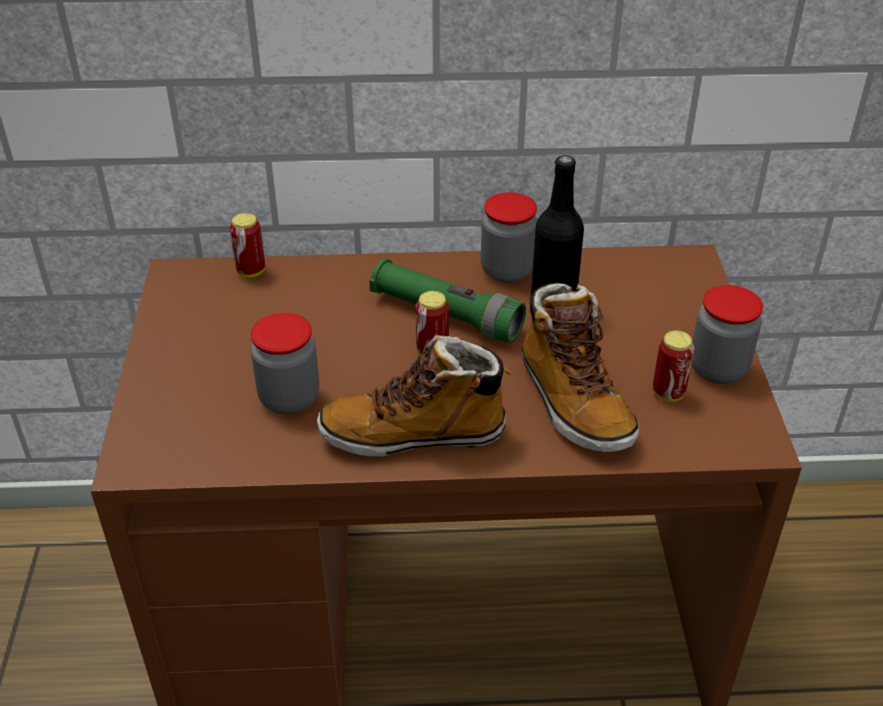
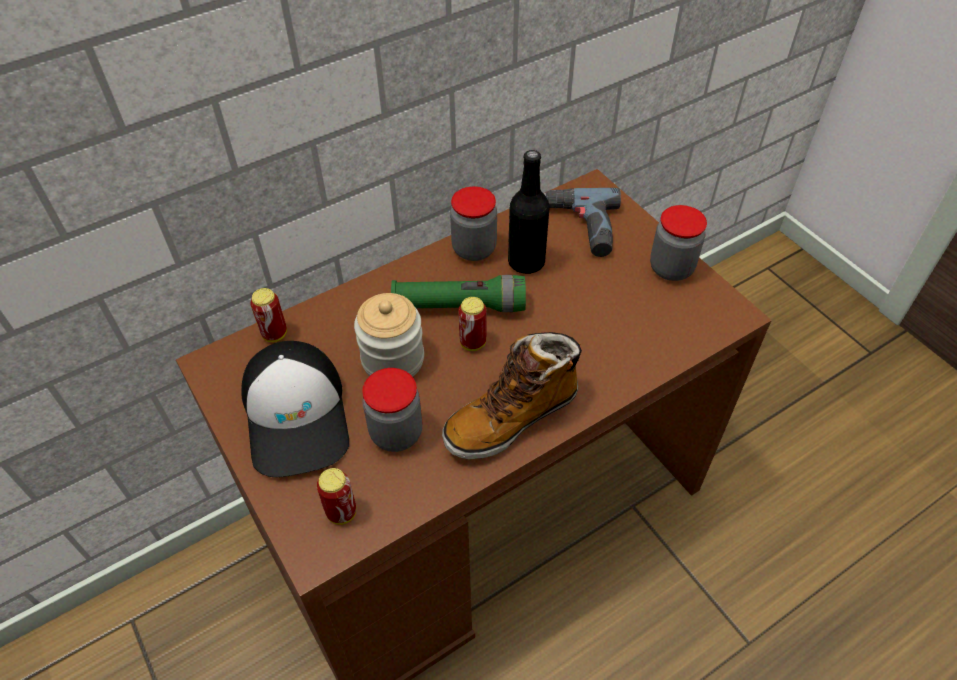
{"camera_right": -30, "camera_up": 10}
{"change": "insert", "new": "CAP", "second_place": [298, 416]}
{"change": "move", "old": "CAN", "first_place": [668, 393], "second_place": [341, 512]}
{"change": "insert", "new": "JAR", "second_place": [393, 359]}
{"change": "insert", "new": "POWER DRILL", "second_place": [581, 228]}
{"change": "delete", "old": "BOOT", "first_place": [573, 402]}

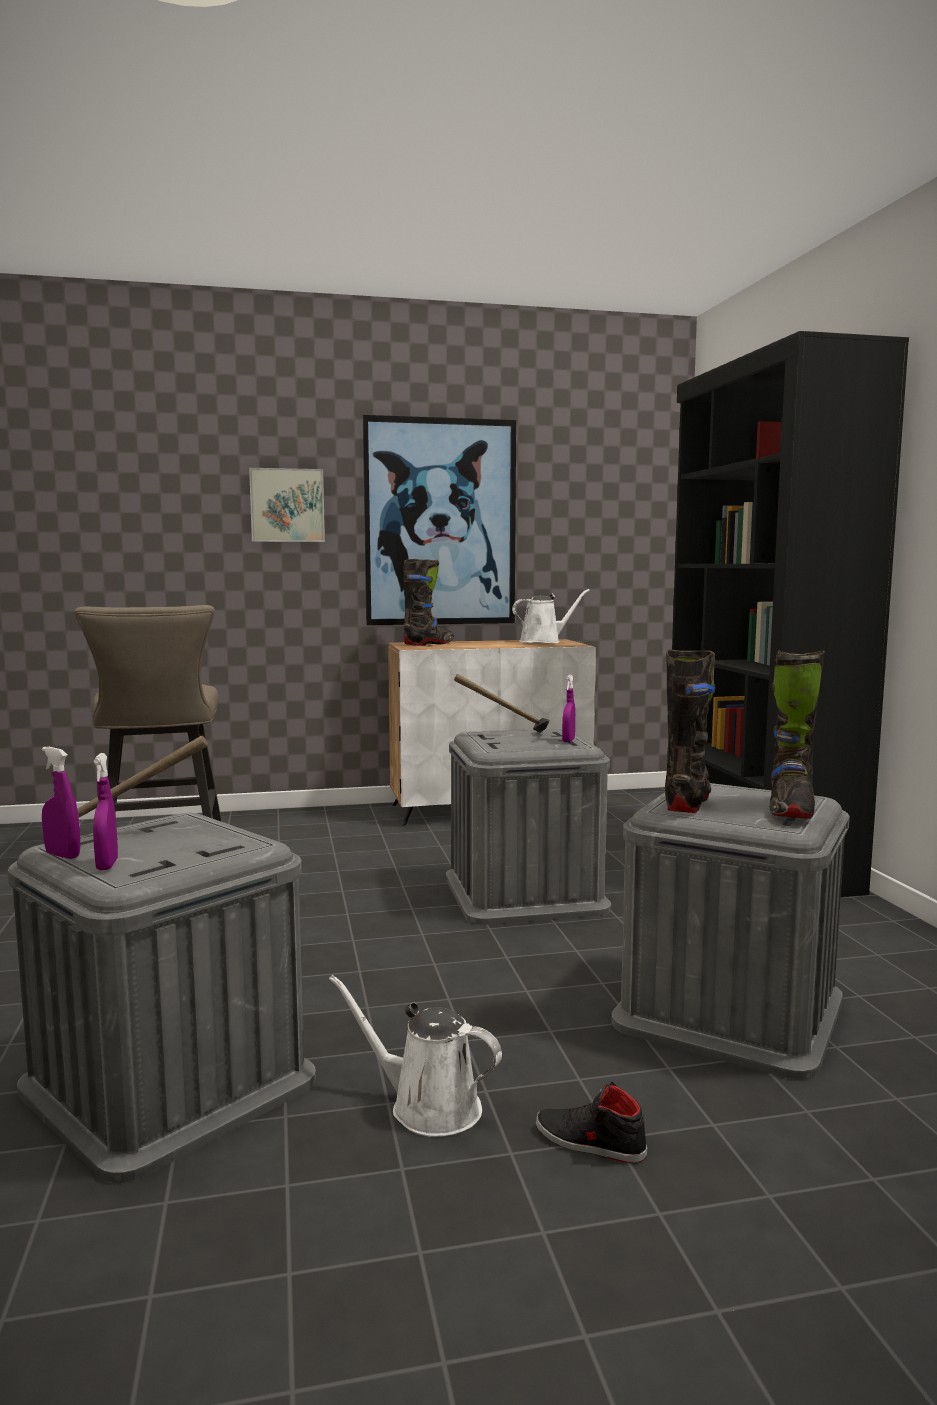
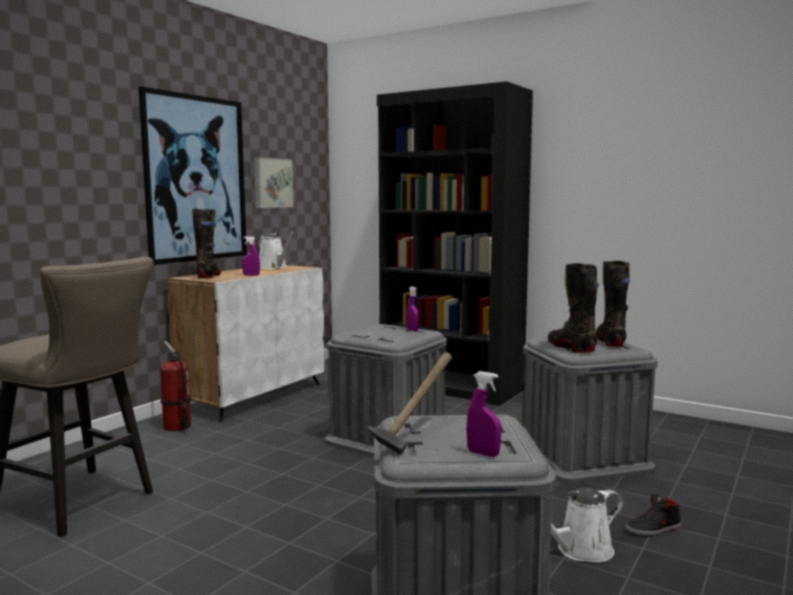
{"camera_right": -45, "camera_up": 0}
{"change": "insert", "new": "FIRE EXTINGUISHER", "second_place": [177, 427]}
{"change": "move", "old": "PURPLE SPRAY BOTTLE", "first_place": [62, 855], "second_place": [251, 275]}
{"change": "move", "old": "PICTURE", "first_place": [287, 505], "second_place": [272, 183]}
{"change": "rotate", "old": "WHITE WATERING CAN", "first_place": [543, 641], "second_place": [274, 267], "degrees": 120}
{"change": "rotate", "old": "BLACK BOOT", "first_place": [790, 809], "second_place": [610, 342], "degrees": -150}
{"change": "delete", "old": "HAMMER", "first_place": [506, 735]}

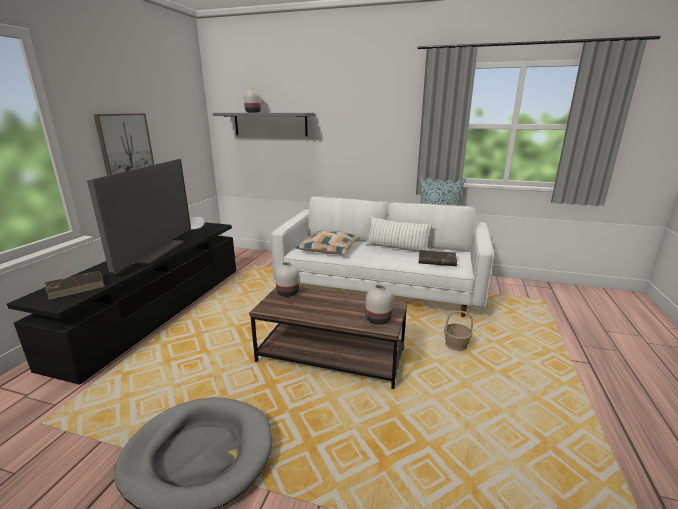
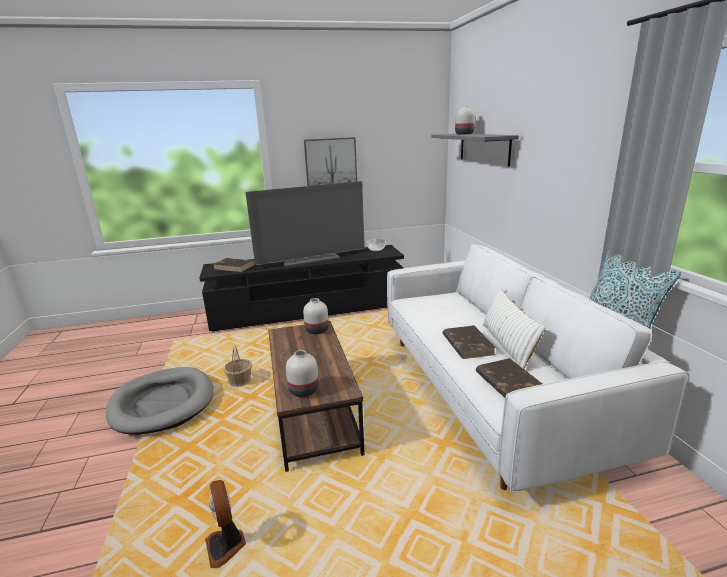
{"camera_right": 60, "camera_up": 0}
{"change": "insert", "new": "FAN", "second_place": [226, 546]}
{"change": "move", "old": "BASKET", "first_place": [455, 345], "second_place": [240, 381]}
{"change": "insert", "new": "BROWN BOOK", "second_place": [467, 344]}
{"change": "delete", "old": "PILLOW", "first_place": [329, 249]}

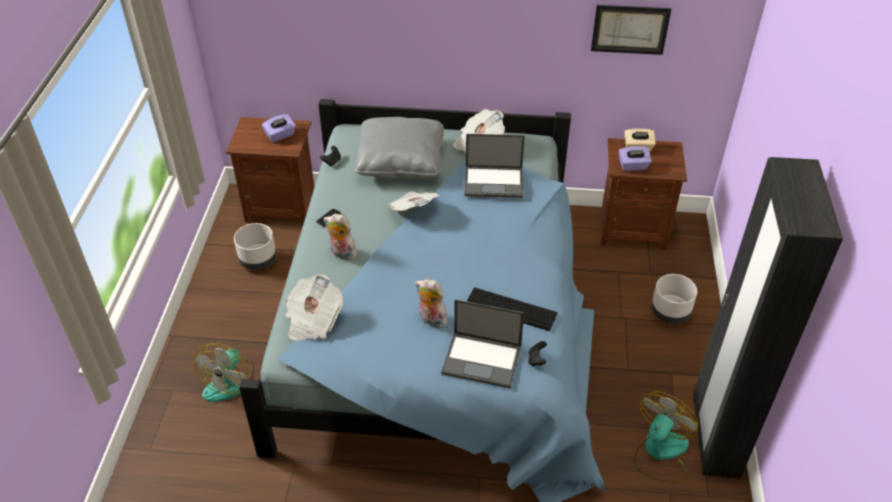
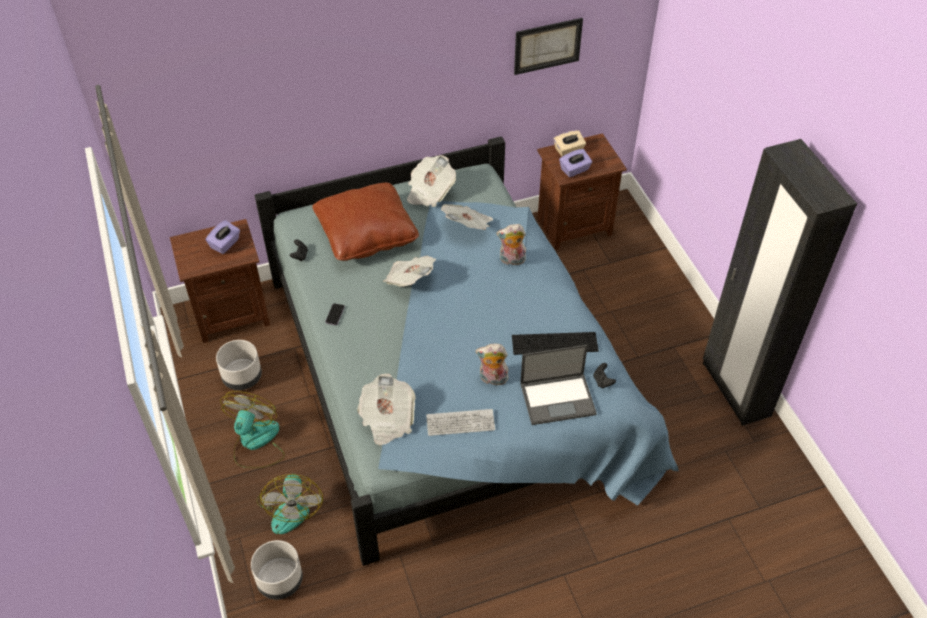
{"camera_right": -25, "camera_up": 5}
{"change": "move", "old": "FAN", "first_place": [660, 453], "second_place": [256, 443]}
{"change": "move", "old": "GREY PLANTER", "first_place": [670, 313], "second_place": [280, 581]}
{"change": "recolor", "old": "GREY PILLOW", "new": "BROWN PILLOW", "first_place": [400, 161], "second_place": [366, 234]}
{"change": "insert", "new": "KEYBOARD", "second_place": [460, 423]}
{"change": "replace", "old": "LAPTOP", "new": "NEWSPAPER", "first_place": [494, 182], "second_place": [468, 226]}
{"change": "move", "old": "PLUSH TOY", "first_place": [341, 254], "second_place": [511, 260]}

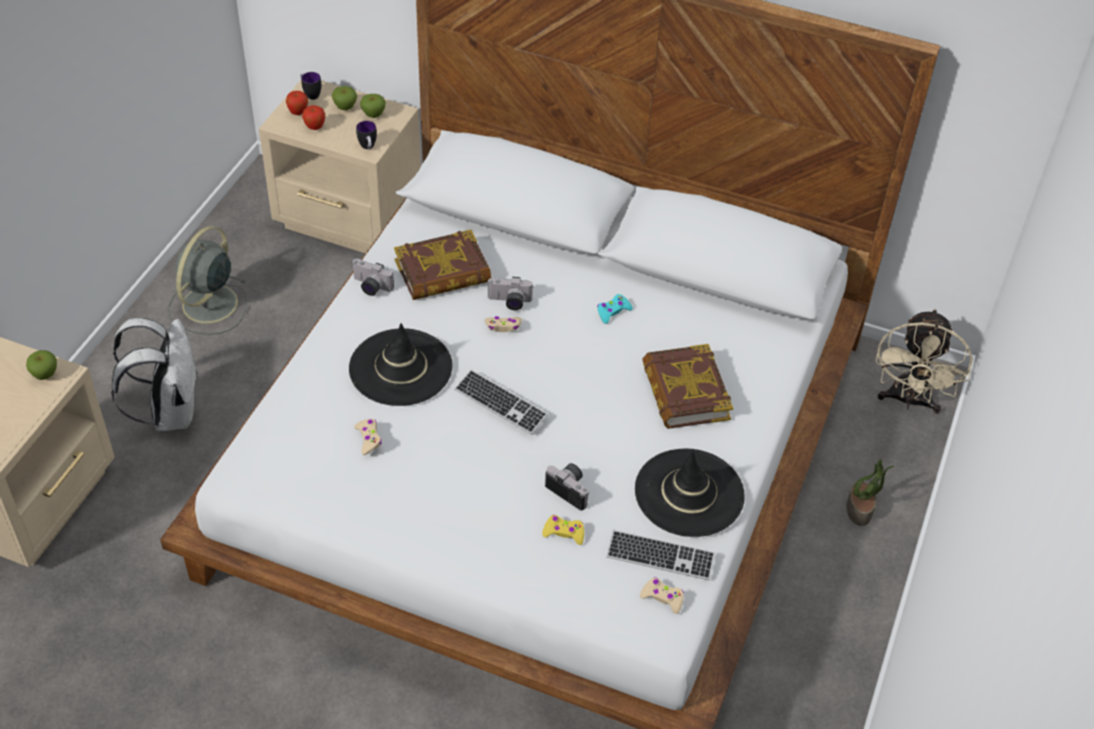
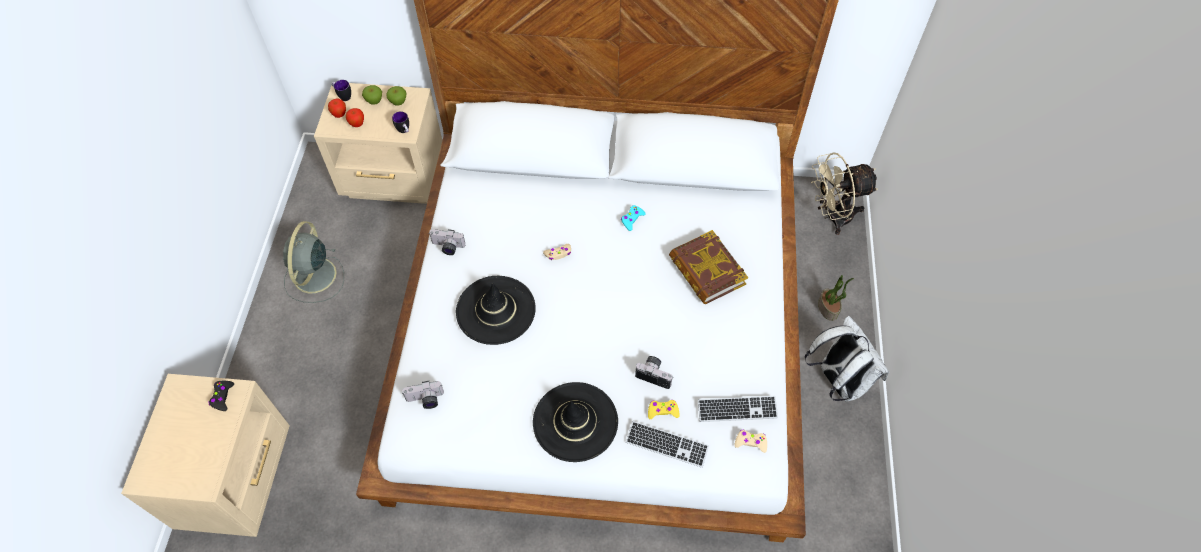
{"camera_right": -15, "camera_up": 10}
{"change": "replace", "old": "APPLE", "new": "BLACK GAME CONTROLLER", "first_place": [45, 374], "second_place": [222, 397]}
{"change": "move", "old": "PHOTO CAMERA", "first_place": [509, 302], "second_place": [425, 400]}
{"change": "move", "old": "BLACK HAT", "first_place": [689, 493], "second_place": [575, 422]}
{"change": "move", "old": "KEYBOARD", "first_place": [500, 404], "second_place": [667, 445]}
{"change": "move", "old": "WHITE BACKPACK", "first_place": [170, 412], "second_place": [837, 381]}
{"change": "rotate", "old": "BEIGE FAN", "first_place": [909, 401], "second_place": [832, 216], "degrees": 75}
{"change": "delete", "old": "BEIGE GAME CONTROLLER", "first_place": [368, 439]}
{"change": "delete", "old": "BOOK", "first_place": [443, 272]}

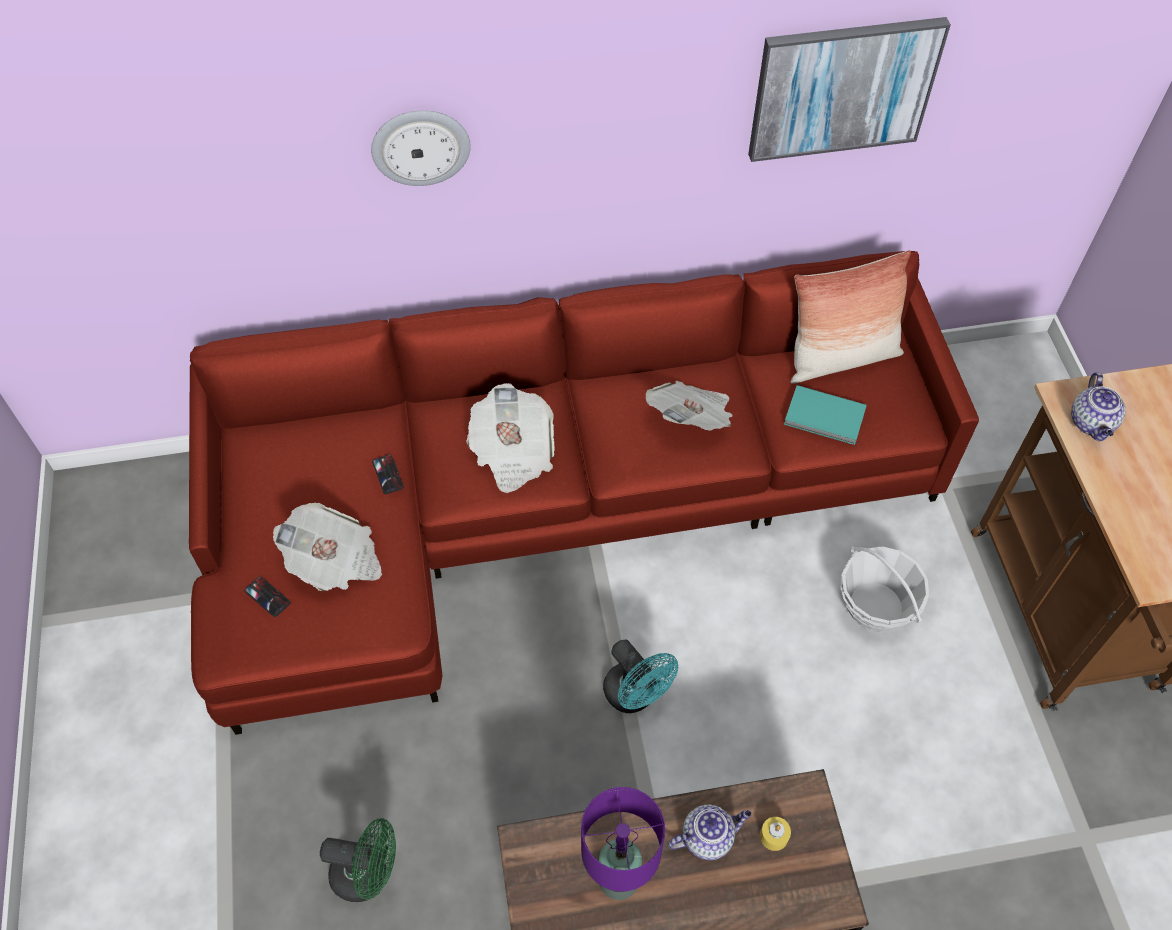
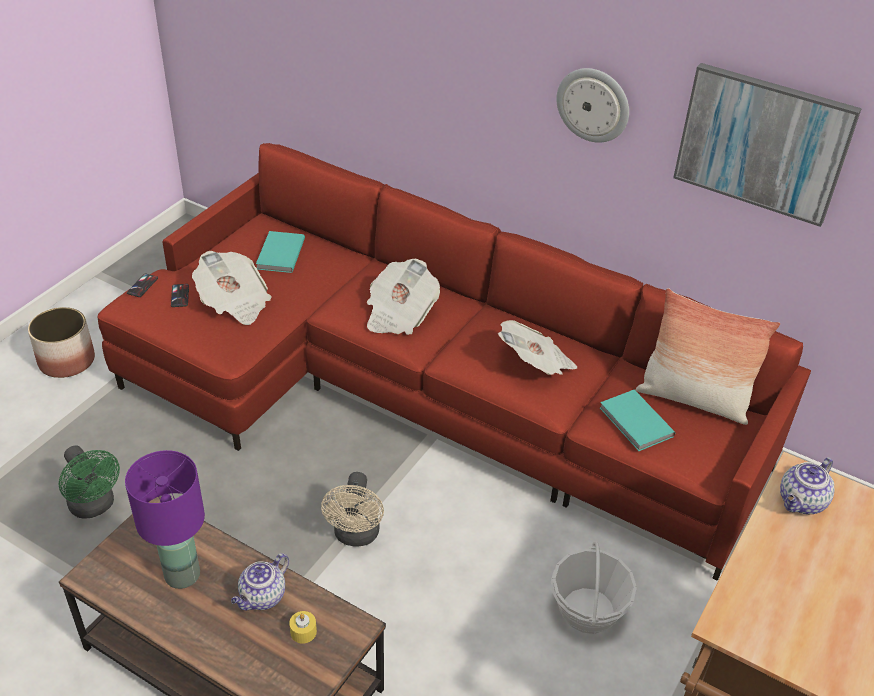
{"camera_right": 40, "camera_up": -15}
{"change": "insert", "new": "PLANTER", "second_place": [66, 361]}
{"change": "move", "old": "PHONE", "first_place": [388, 474], "second_place": [142, 286]}
{"change": "rotate", "old": "TEAPOT", "first_place": [708, 837], "second_place": [262, 597], "degrees": 105}
{"change": "insert", "new": "TURQUOISE BOOK", "second_place": [279, 254]}
{"change": "recolor", "old": "TURQUOISE FAN", "new": "BEIGE FAN", "first_place": [635, 696], "second_place": [356, 536]}
{"change": "move", "old": "WALL CLOCK", "first_place": [420, 146], "second_place": [593, 104]}

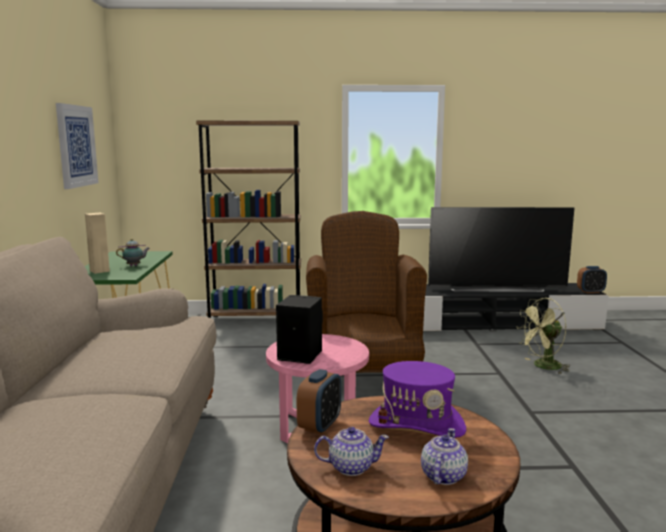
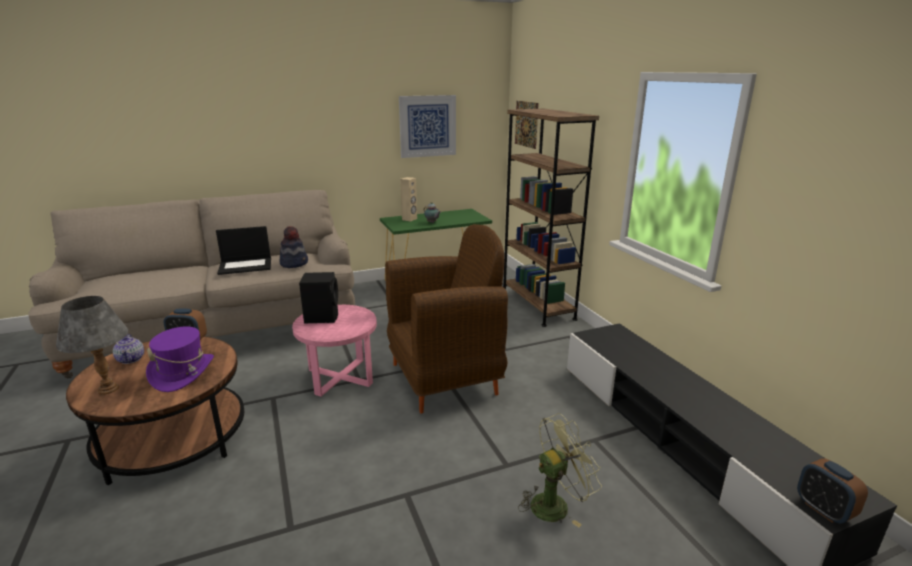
{"camera_right": 70, "camera_up": 10}
{"change": "replace", "old": "TEAPOT", "new": "GREY TABLE LAMP", "first_place": [442, 476], "second_place": [108, 389]}
{"change": "insert", "new": "LAPTOP", "second_place": [246, 266]}
{"change": "insert", "new": "HAT", "second_place": [294, 263]}
{"change": "insert", "new": "PICTURE", "second_place": [526, 124]}
{"change": "rotate", "old": "GREEN FAN", "first_place": [543, 366], "second_place": [555, 503], "degrees": 105}
{"change": "delete", "old": "TELEVISION", "first_place": [495, 288]}

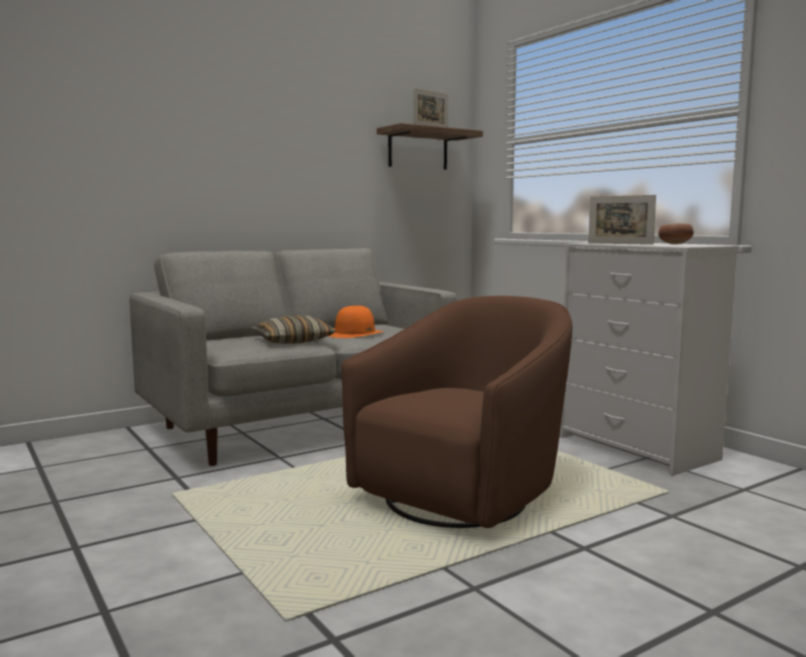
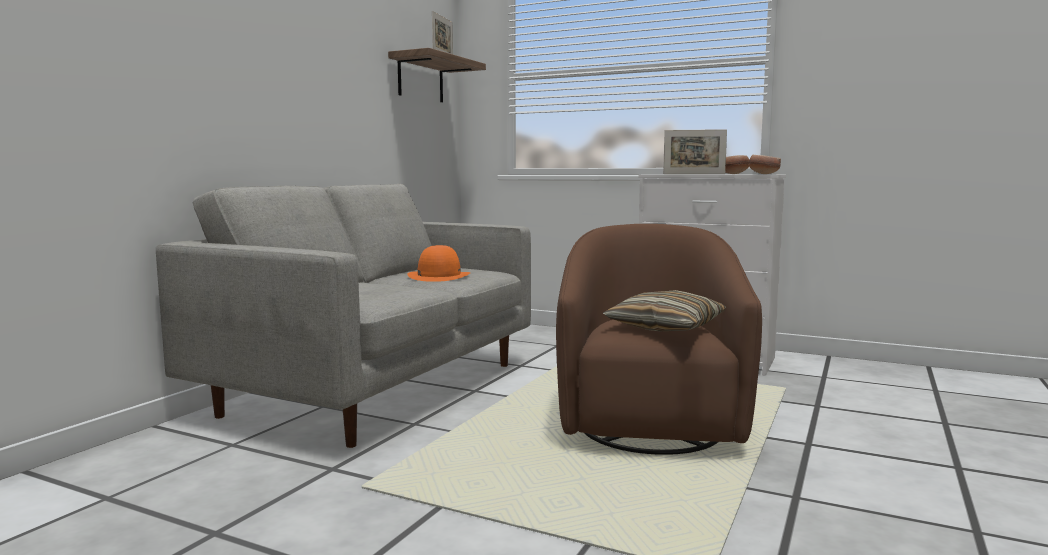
{"camera_right": -30, "camera_up": 0}
{"change": "move", "old": "PILLOW", "first_place": [293, 341], "second_place": [665, 327]}
{"change": "insert", "new": "BOWL", "second_place": [763, 174]}

